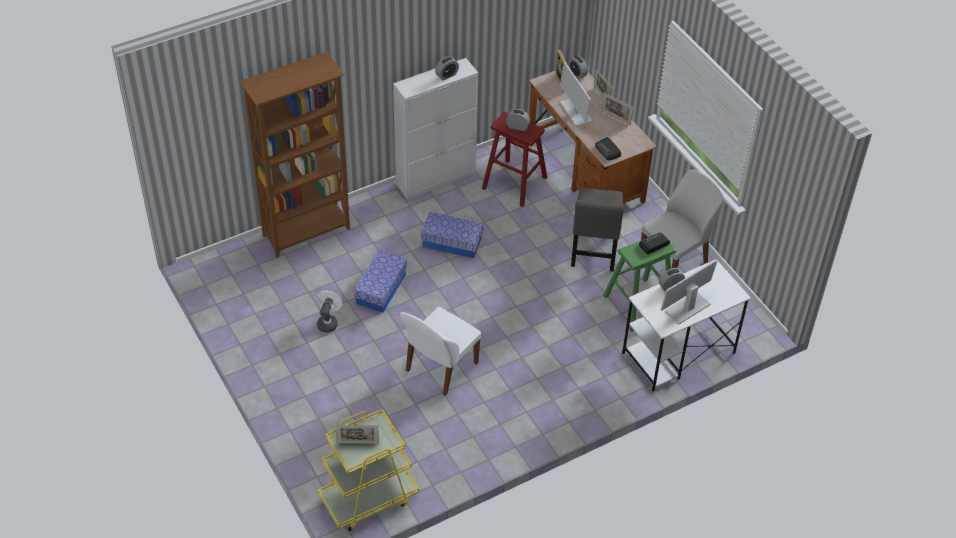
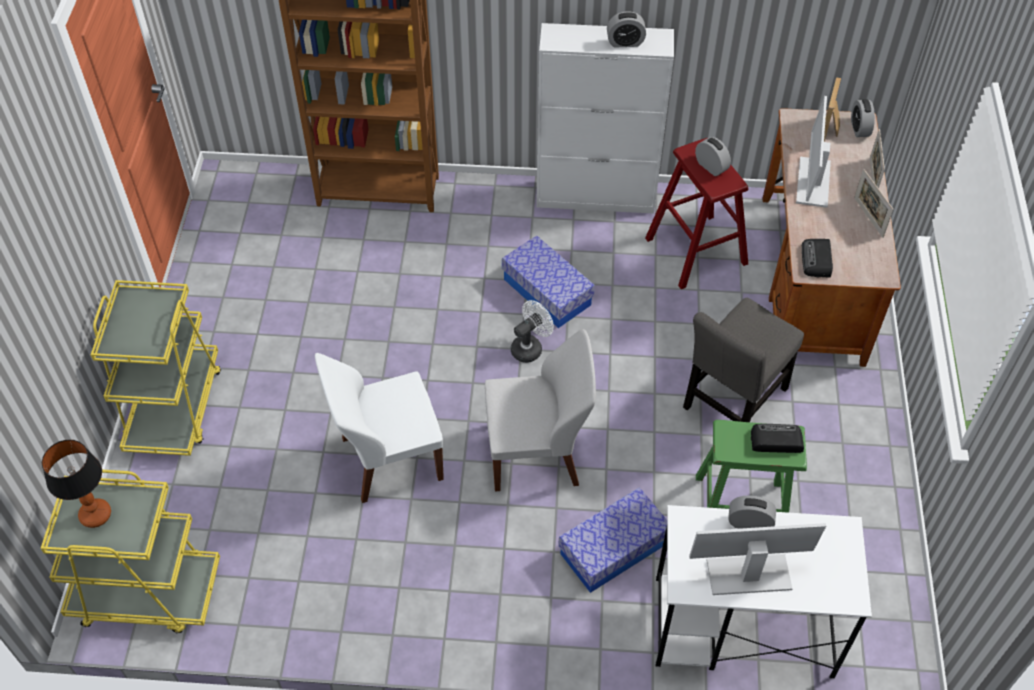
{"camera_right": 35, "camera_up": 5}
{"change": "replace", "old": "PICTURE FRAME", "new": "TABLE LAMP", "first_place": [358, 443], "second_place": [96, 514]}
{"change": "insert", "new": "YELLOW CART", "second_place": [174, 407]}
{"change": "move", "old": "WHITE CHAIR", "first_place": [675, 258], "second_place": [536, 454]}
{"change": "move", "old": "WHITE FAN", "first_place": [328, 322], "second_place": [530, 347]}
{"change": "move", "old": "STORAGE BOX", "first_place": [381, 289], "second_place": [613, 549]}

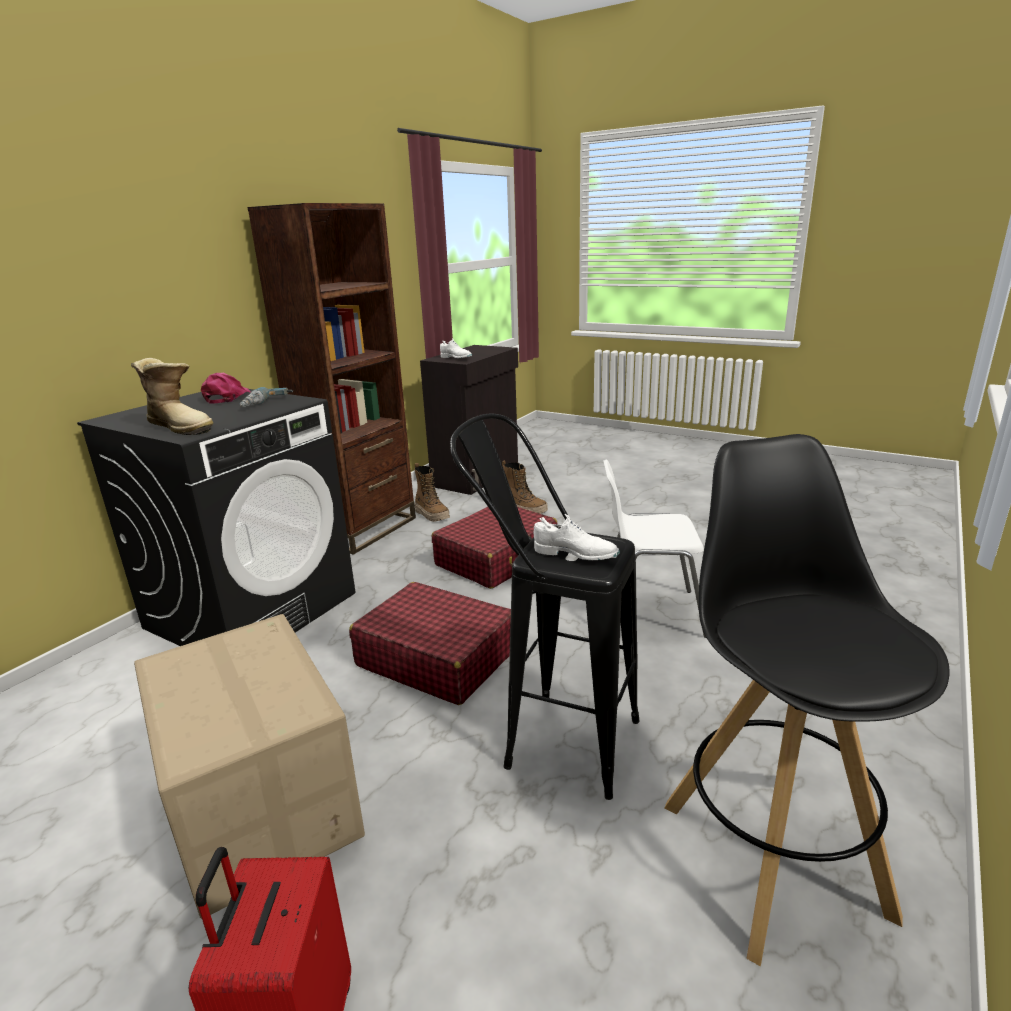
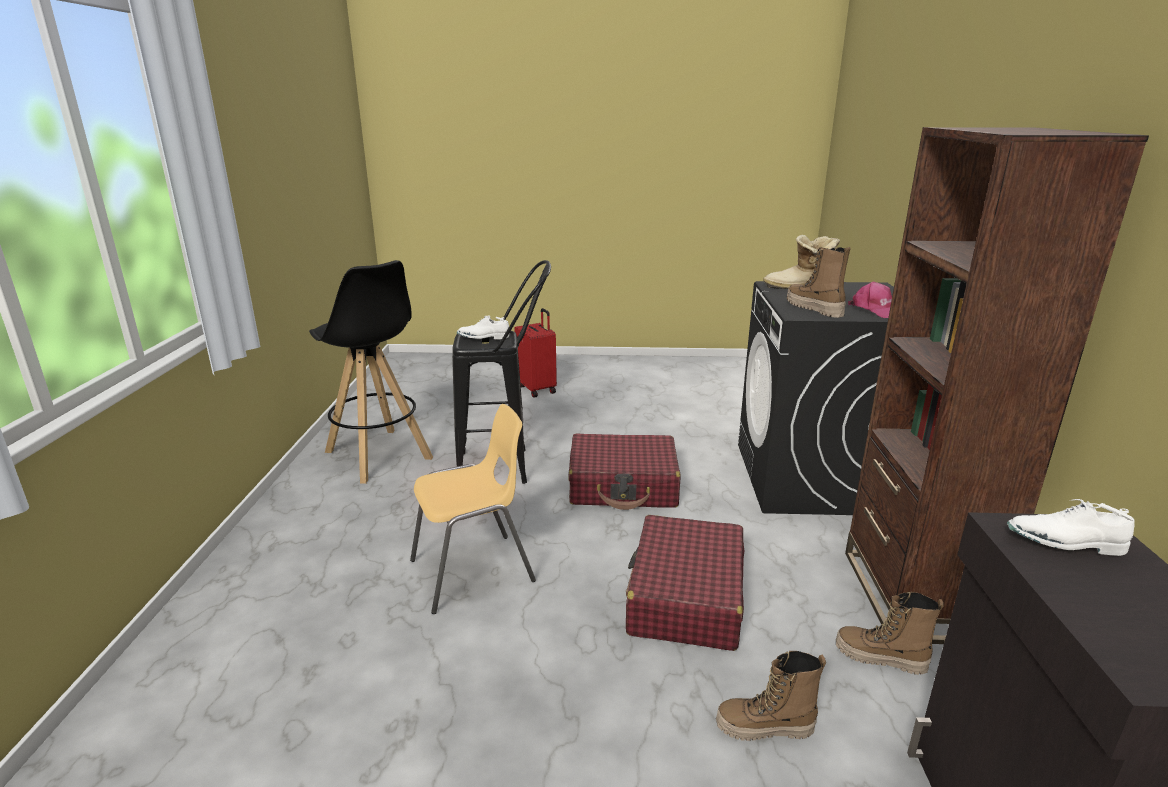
{"camera_right": 150, "camera_up": 0}
{"change": "recolor", "old": "WHITE CHAIR", "new": "YELLOW CHAIR", "first_place": [647, 613], "second_place": [474, 572]}
{"change": "replace", "old": "POWER DRILL", "new": "BOOT", "first_place": [267, 404], "second_place": [814, 309]}
{"change": "delete", "old": "CARDBOARD BOX", "first_place": [263, 802]}

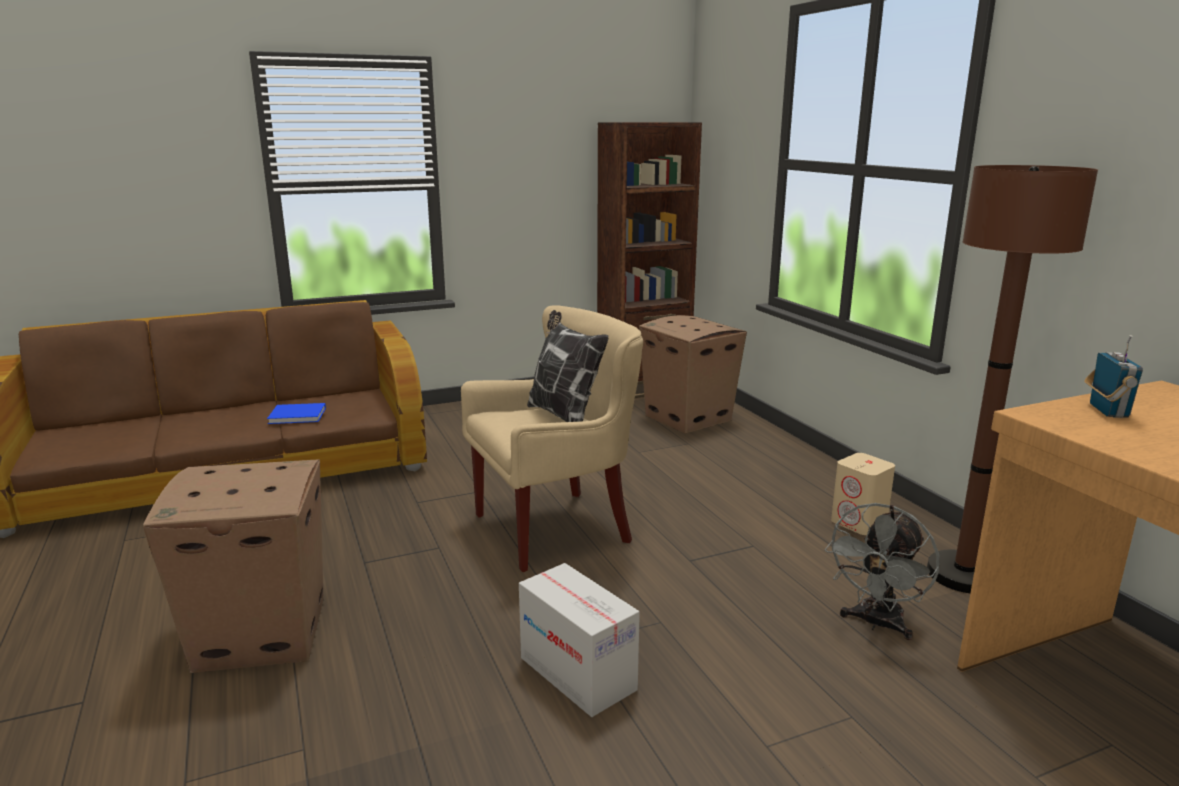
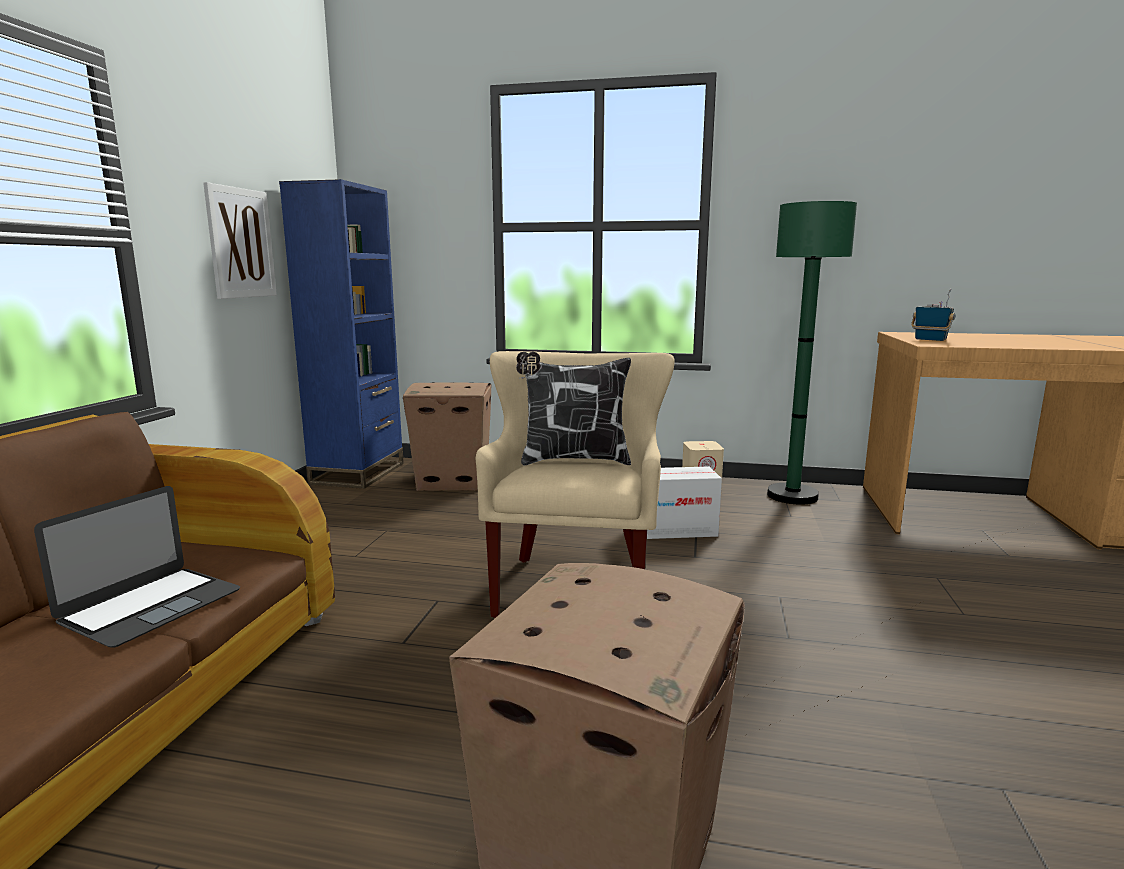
{"camera_right": -55, "camera_up": -5}
{"change": "replace", "old": "BLUE BOOK", "new": "LAPTOP", "first_place": [299, 415], "second_place": [151, 605]}
{"change": "insert", "new": "PICTURE", "second_place": [241, 243]}
{"change": "recolor", "old": "BROWN BOOKCASE", "new": "BLUE BOOKCASE", "first_place": [643, 387], "second_place": [358, 473]}
{"change": "move", "old": "CARDBOARD BOX", "first_place": [578, 673], "second_place": [675, 530]}
{"change": "recolor", "old": "BROWN FLOOR LAMP", "new": "GREEN FLOOR LAMP", "first_place": [963, 574], "second_place": [792, 496]}
{"change": "delete", "old": "GREY FAN", "first_place": [876, 624]}

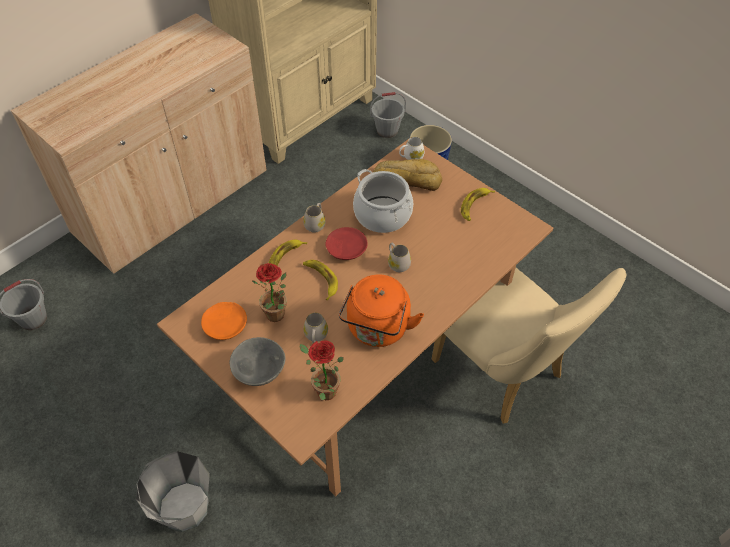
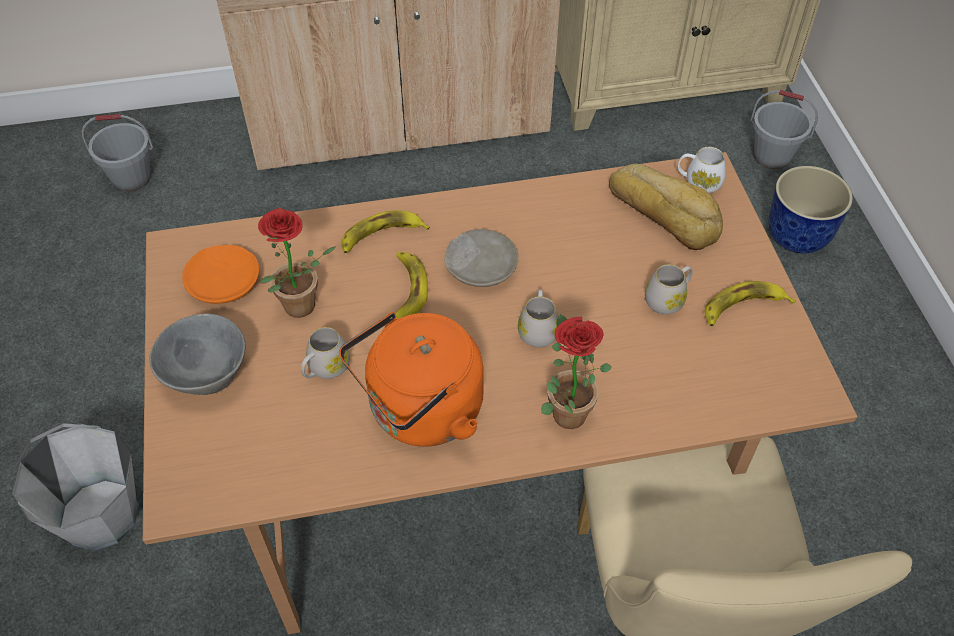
{"camera_right": 35, "camera_up": 0}
{"change": "recolor", "old": "RED PLATE", "new": "BEIGE PLATE", "first_place": [346, 248], "second_place": [481, 266]}
{"change": "move", "old": "POTTED PLANT", "first_place": [322, 390], "second_place": [564, 409]}
{"change": "move", "old": "WHITE MUG", "first_place": [315, 224], "second_place": [668, 299]}
{"change": "delete", "old": "COOKING POT", "first_place": [383, 214]}

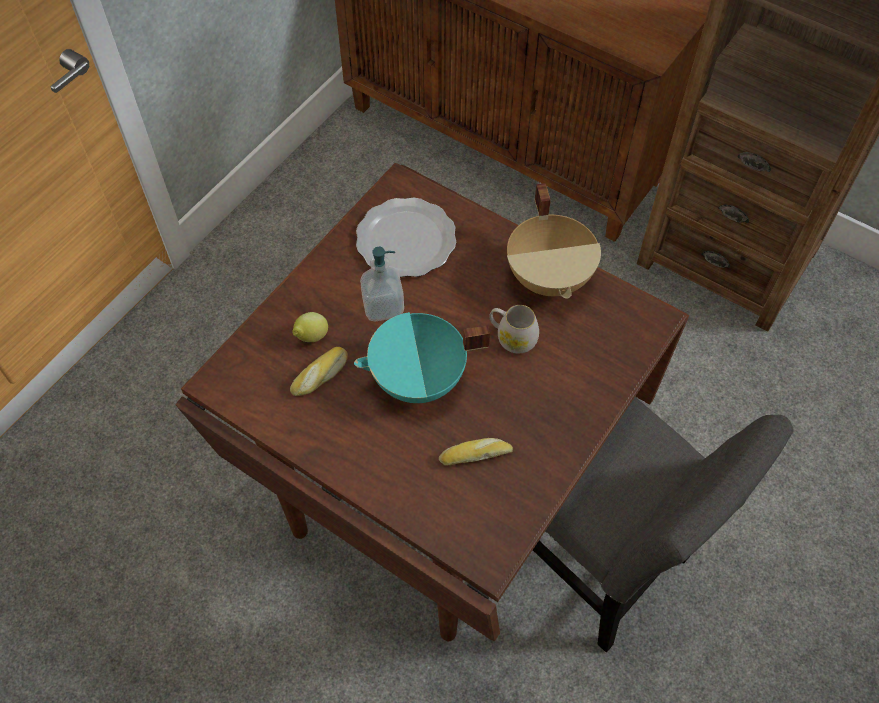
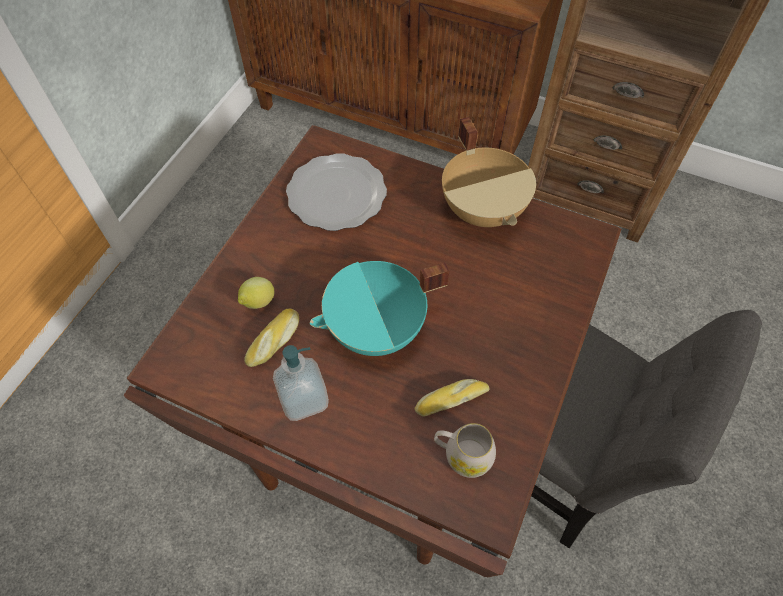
{"camera_right": -10, "camera_up": 0}
{"change": "move", "old": "SOAP DISPENSER", "first_place": [383, 306], "second_place": [304, 399]}
{"change": "move", "old": "WHITE MUG", "first_place": [512, 337], "second_place": [462, 454]}

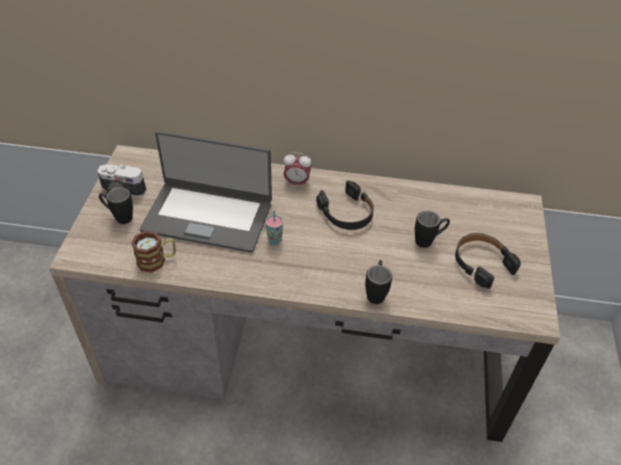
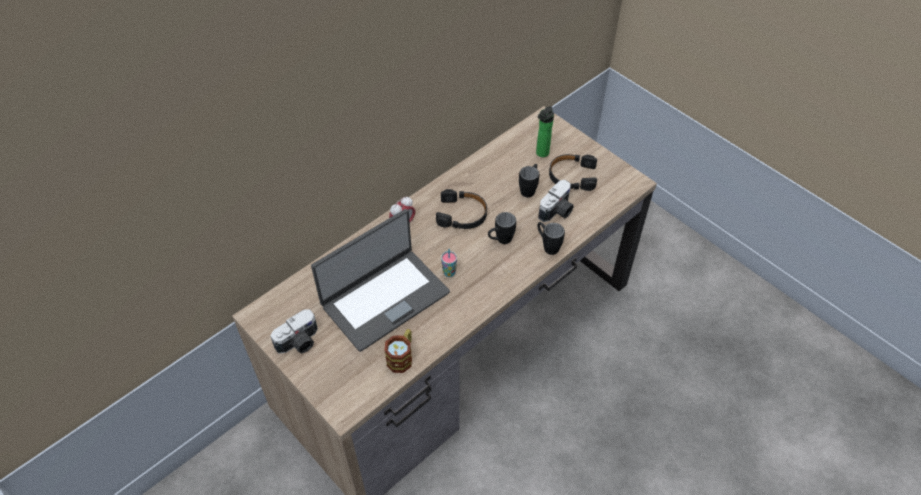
{"camera_right": -50, "camera_up": 5}
{"change": "move", "old": "BLACK MUG", "first_place": [119, 217], "second_place": [500, 240]}
{"change": "insert", "new": "BOTTLE", "second_place": [541, 154]}
{"change": "insert", "new": "PHOTO CAMERA", "second_place": [557, 211]}

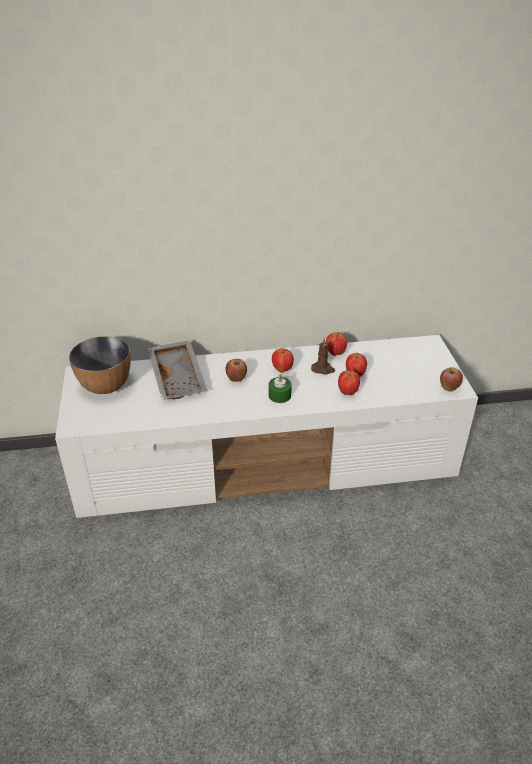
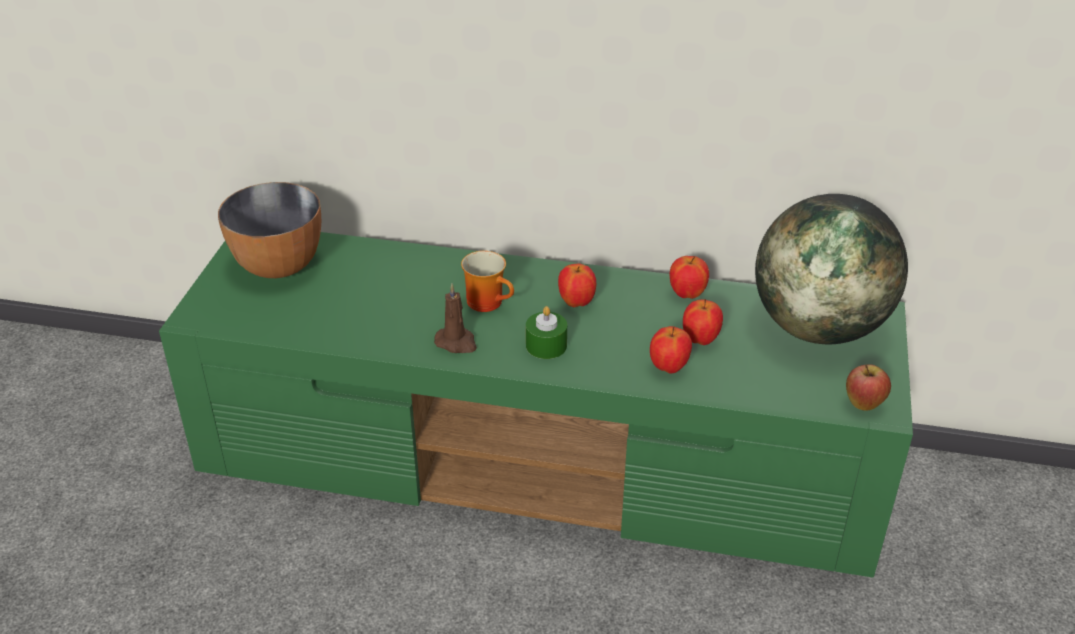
{"camera_right": 20, "camera_up": 0}
{"change": "recolor", "old": "WHITE TV STAND", "new": "GREEN TV STAND", "first_place": [268, 463], "second_place": [542, 464]}
{"change": "move", "old": "BROWN CANDLE", "first_place": [323, 369], "second_place": [456, 343]}
{"change": "replace", "old": "APPLE", "new": "MUG", "first_place": [236, 379], "second_place": [489, 302]}
{"change": "insert", "new": "GLOBE", "second_place": [818, 328]}
{"change": "delete", "old": "GREY TRAY", "first_place": [179, 377]}

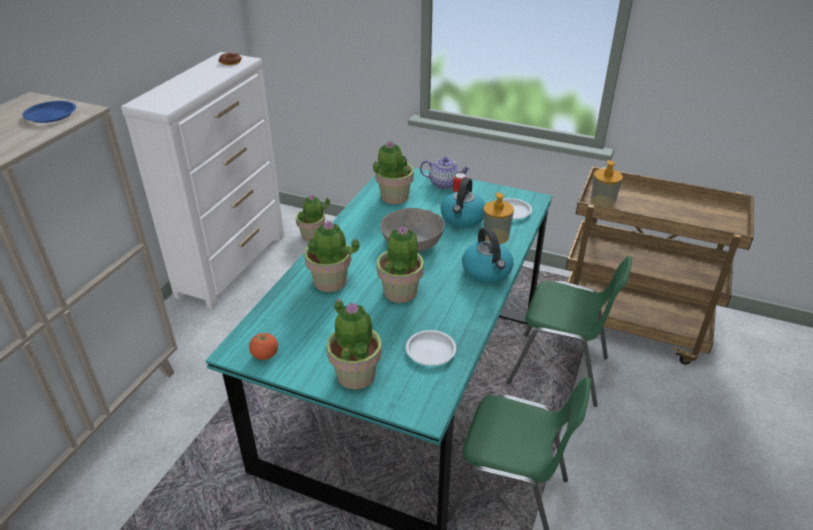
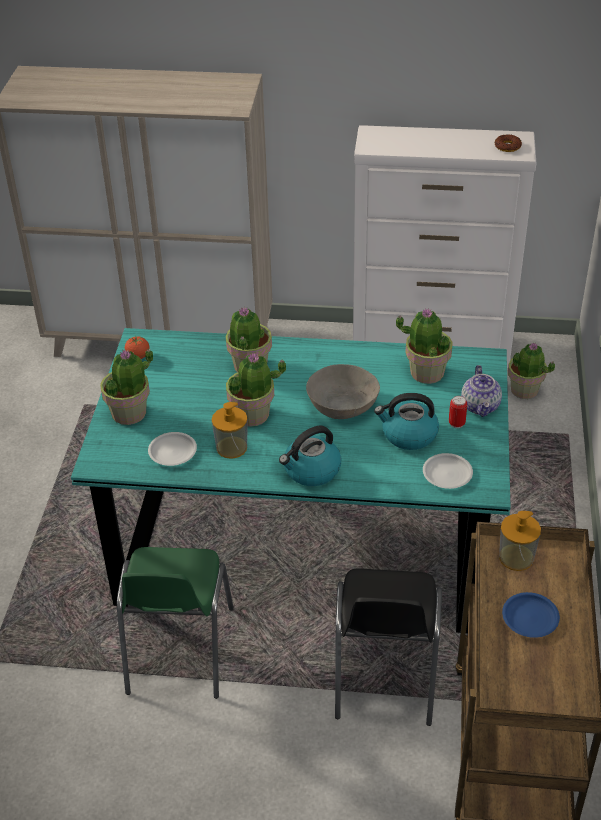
{"camera_right": 75, "camera_up": 5}
{"change": "move", "old": "SOAP DISPENSER", "first_place": [496, 236], "second_place": [231, 447]}
{"change": "recolor", "old": "GREEN CHAIR", "new": "BLACK CHAIR", "first_place": [559, 370], "second_place": [384, 675]}
{"change": "move", "old": "BLUE PLATE", "first_place": [50, 115], "second_place": [529, 618]}

